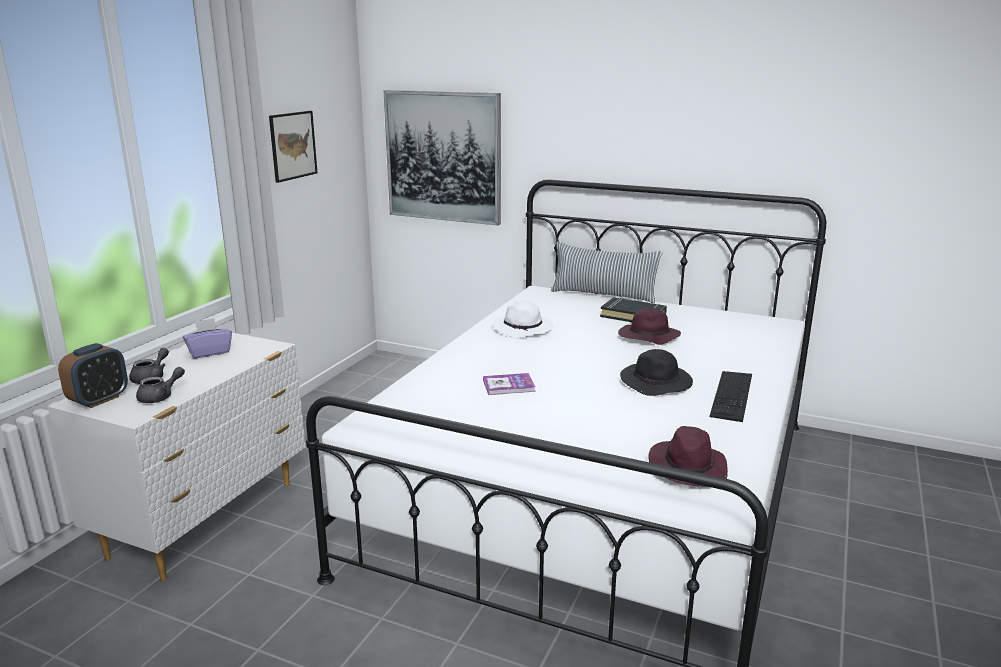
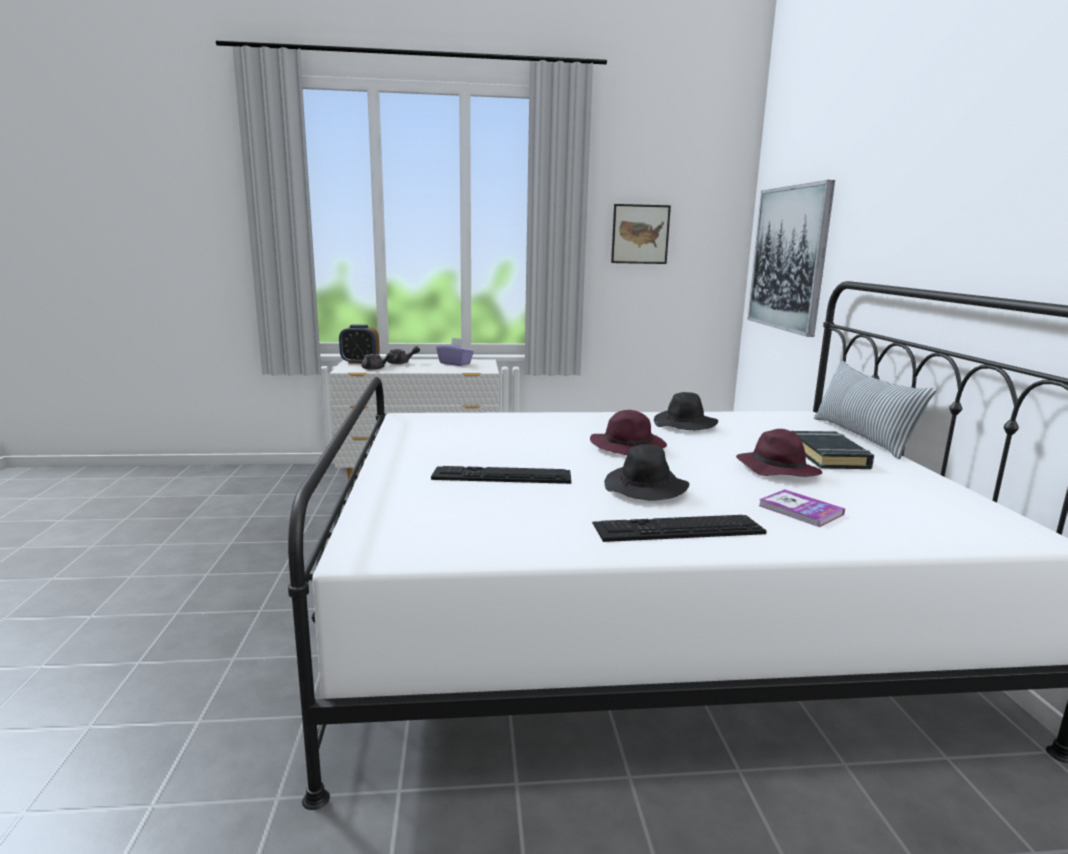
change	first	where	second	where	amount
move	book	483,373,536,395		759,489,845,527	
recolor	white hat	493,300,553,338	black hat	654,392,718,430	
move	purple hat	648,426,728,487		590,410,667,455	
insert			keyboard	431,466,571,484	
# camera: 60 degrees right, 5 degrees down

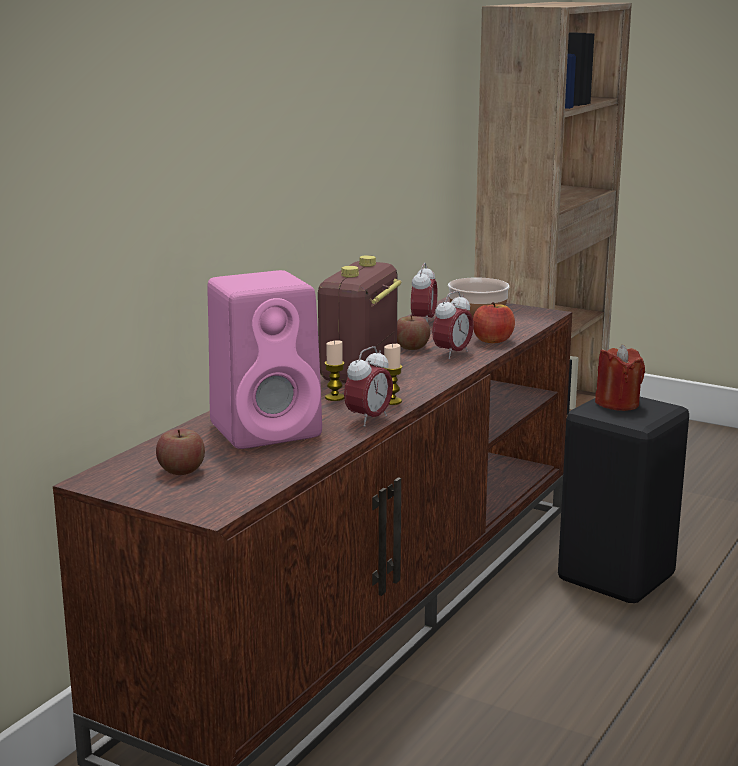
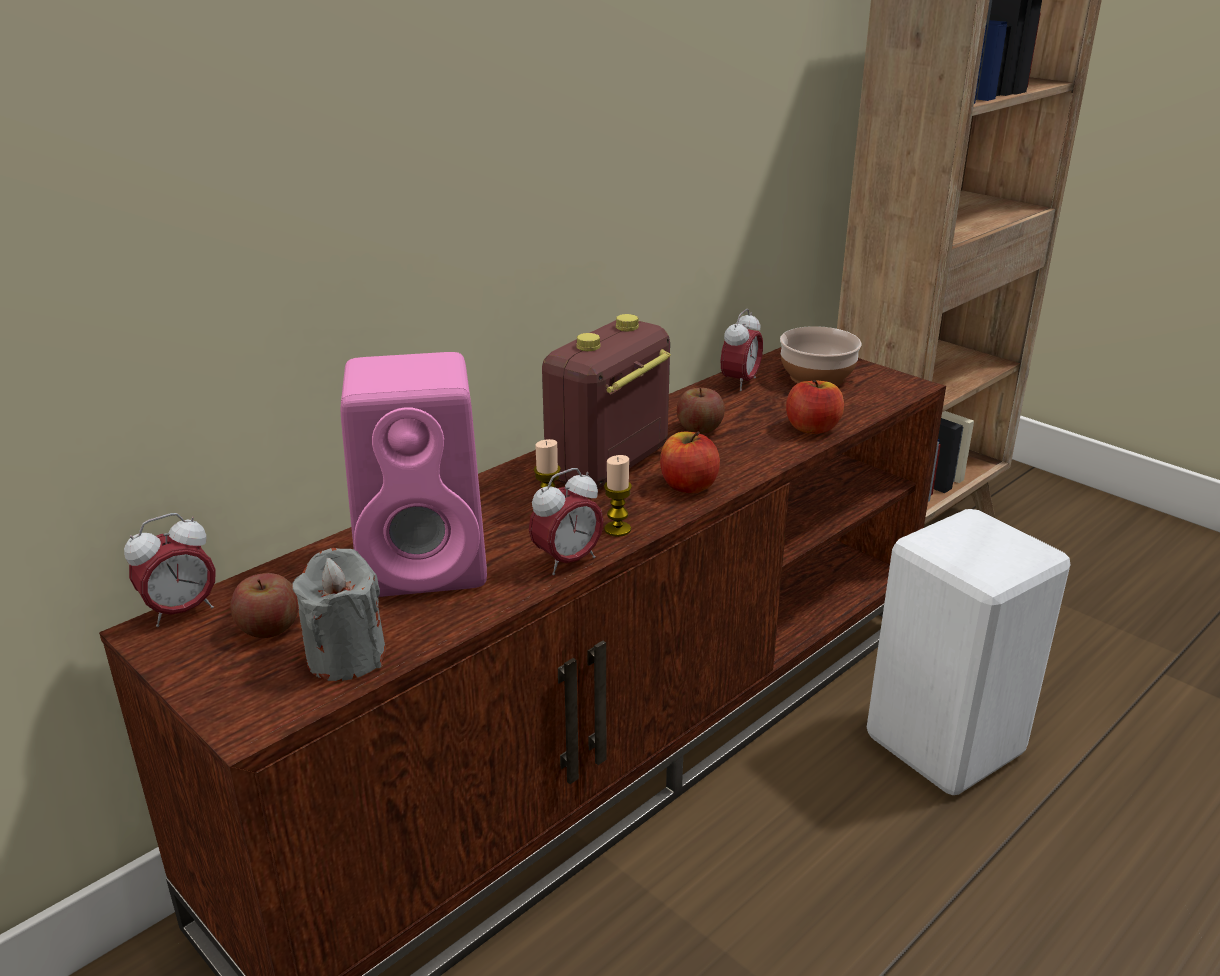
change	first	where	second	where	amount
move	alarm clock	432,291,474,359		124,513,216,627	
recolor	black stool	558,397,689,603	white stool	867,509,1071,795	
delete	red candle	595,345,645,411			
insert			grey candle	292,548,386,681	
insert			apple	660,432,720,493	
# camera: 15 degrees right, 10 degrees up

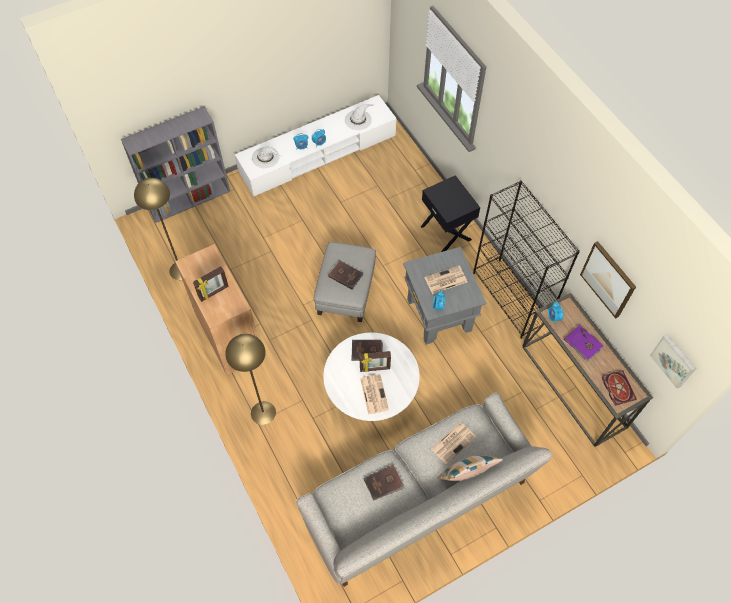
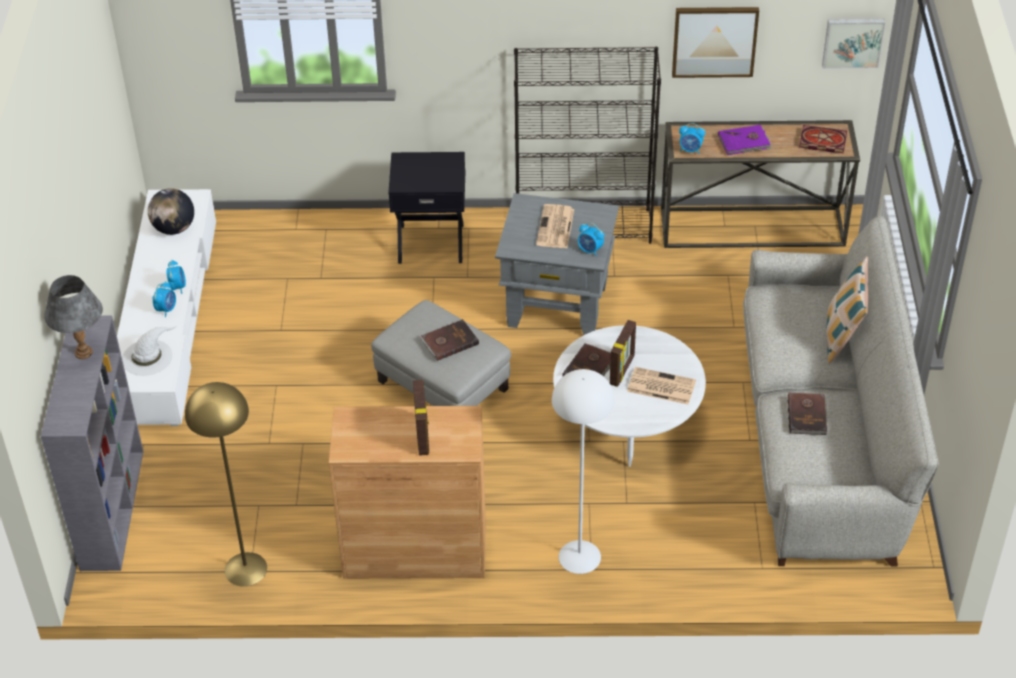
change	first	where	second	where	amount
recolor	yellow floor lamp	226,334,276,425	white floor lamp	552,369,615,574	
replace	white hat	345,104,374,130	globe	148,188,194,235	
delete	newspaper	431,422,476,464			
insert			grey table lamp	44,275,103,359	
# camera: 60 degrees left, 15 degrees down

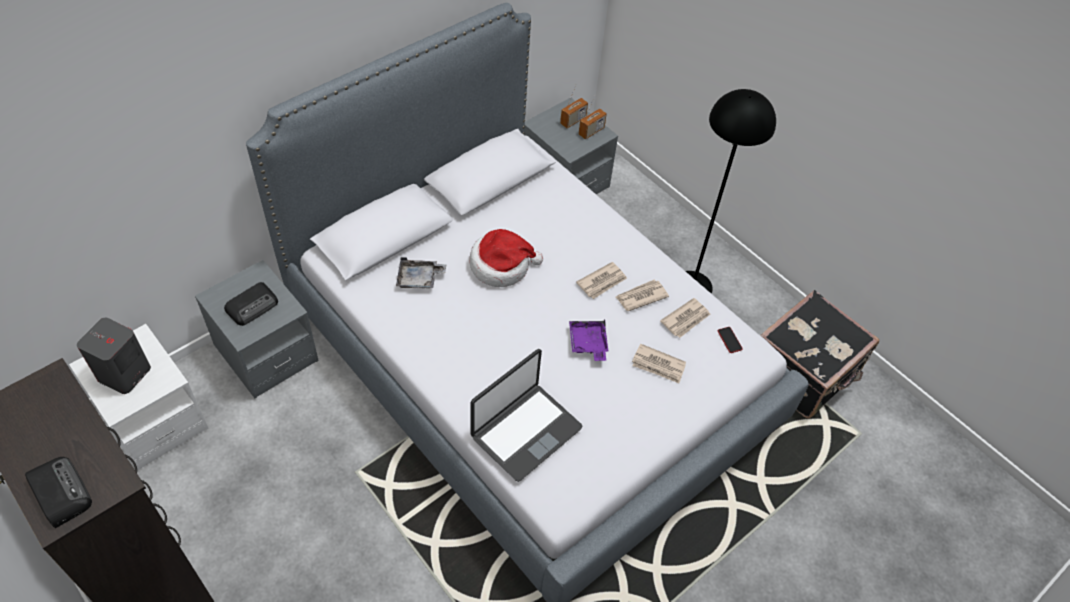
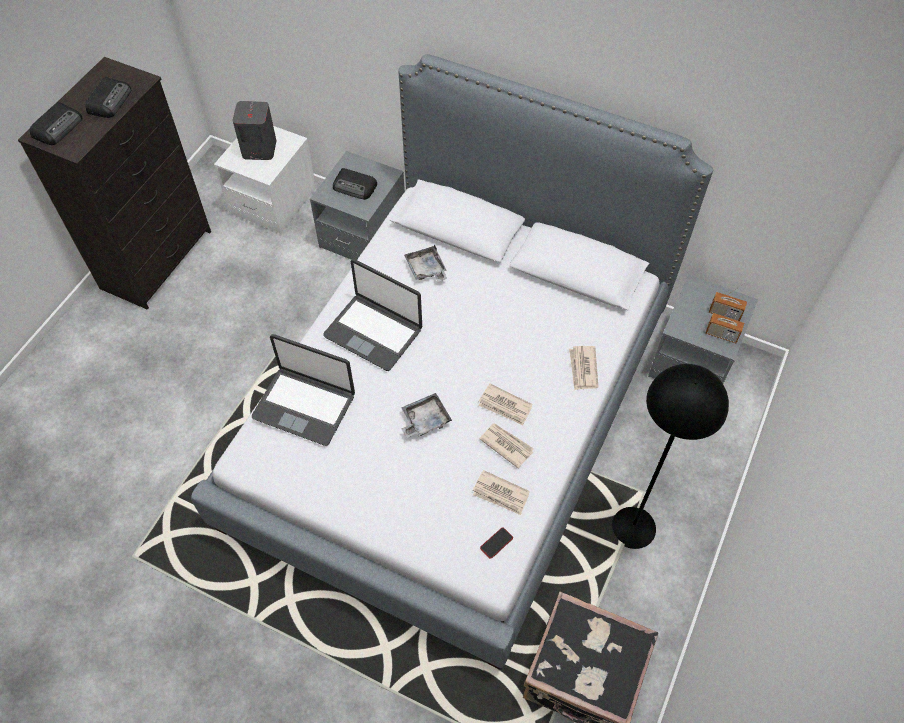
change	first	where	second	where	amount
delete	hat	470,229,543,287			
recolor	purple tray	569,319,609,361	grey tray	401,393,452,438	
move	newspaper	632,344,686,383		569,346,599,390	
insert			radio	85,77,131,118	
insert			laptop	323,259,422,371	
# camera: 70 degrees right, 5 degrees up

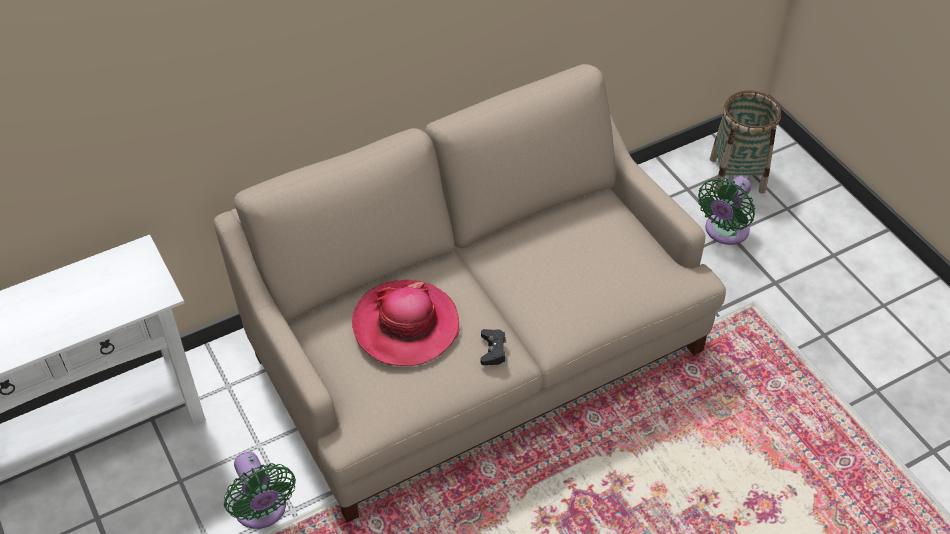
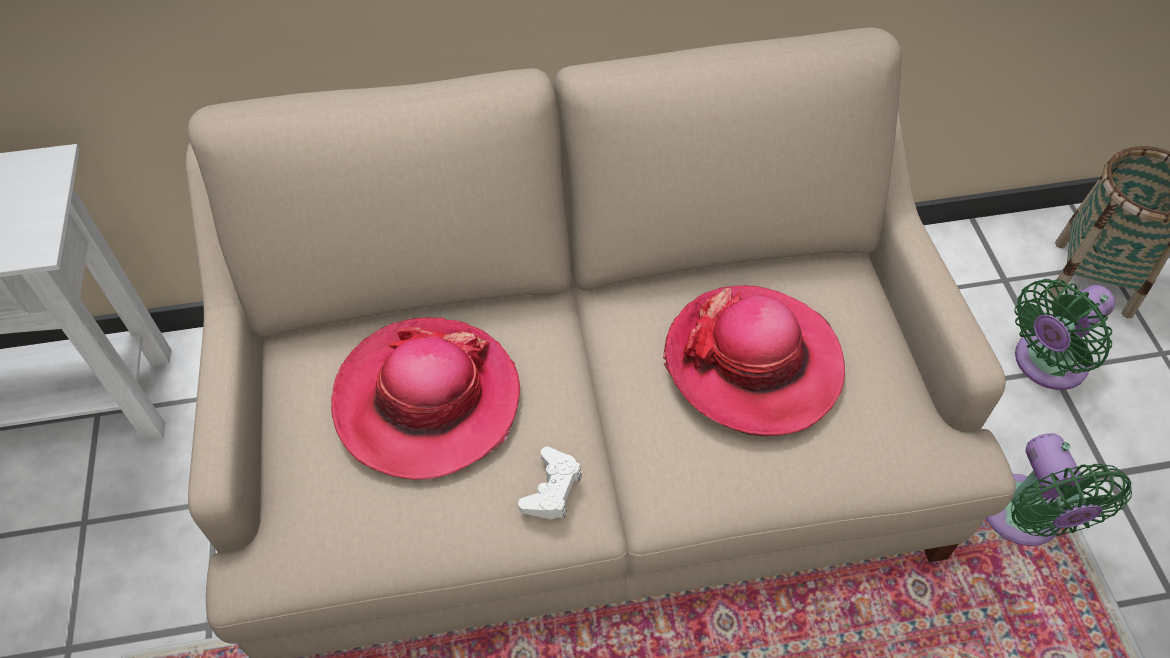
change	first	where	second	where	amount
move	green fan	224,452,296,529		985,433,1132,546	
recolor	black game controller	481,329,506,365	white game controller	518,447,582,519	
insert			hat	663,285,845,436	
# camera: 20 degrees right, 5 degrees up

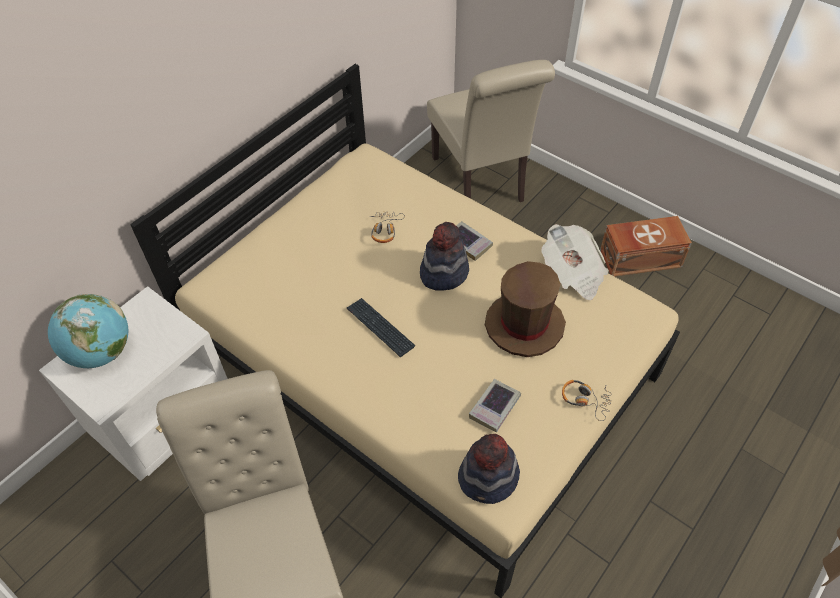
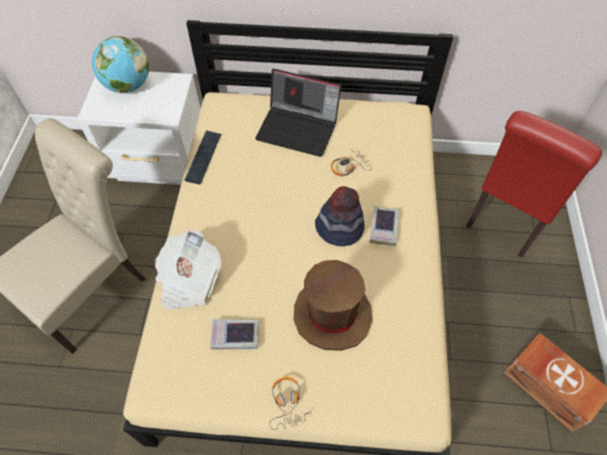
change	first	where	second	where	amount
move	keyboard	347,298,415,357		185,130,221,185	
recolor	beige chair	427,60,555,202	red chair	466,111,602,257	
delete	hat	458,434,520,504			
move	newspaper	541,224,609,300		155,230,222,309	
insert			laptop	255,69,341,157	
# camera: 55 degrees right, 5 degrees up

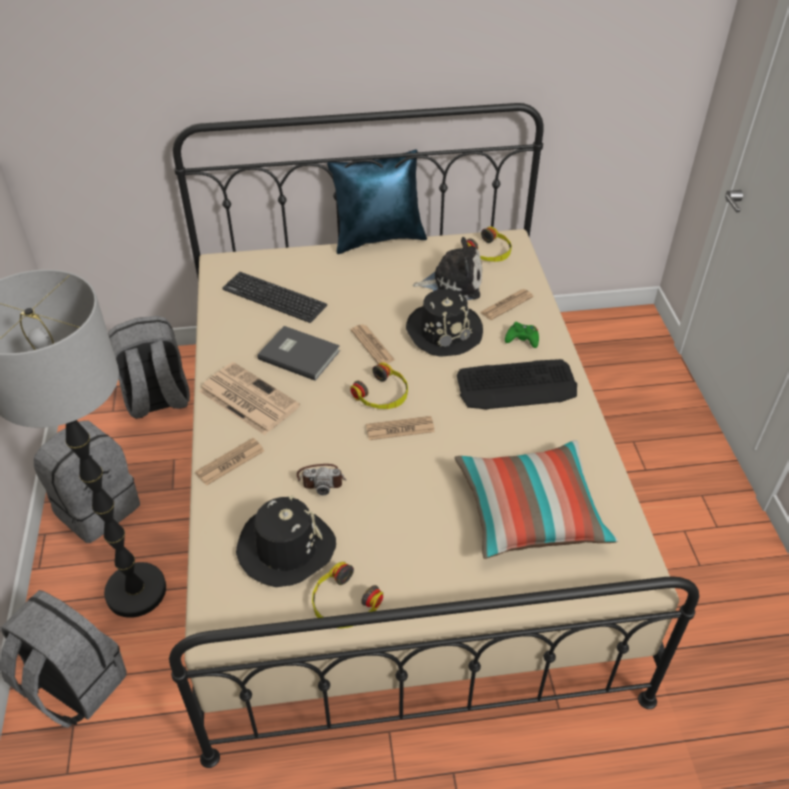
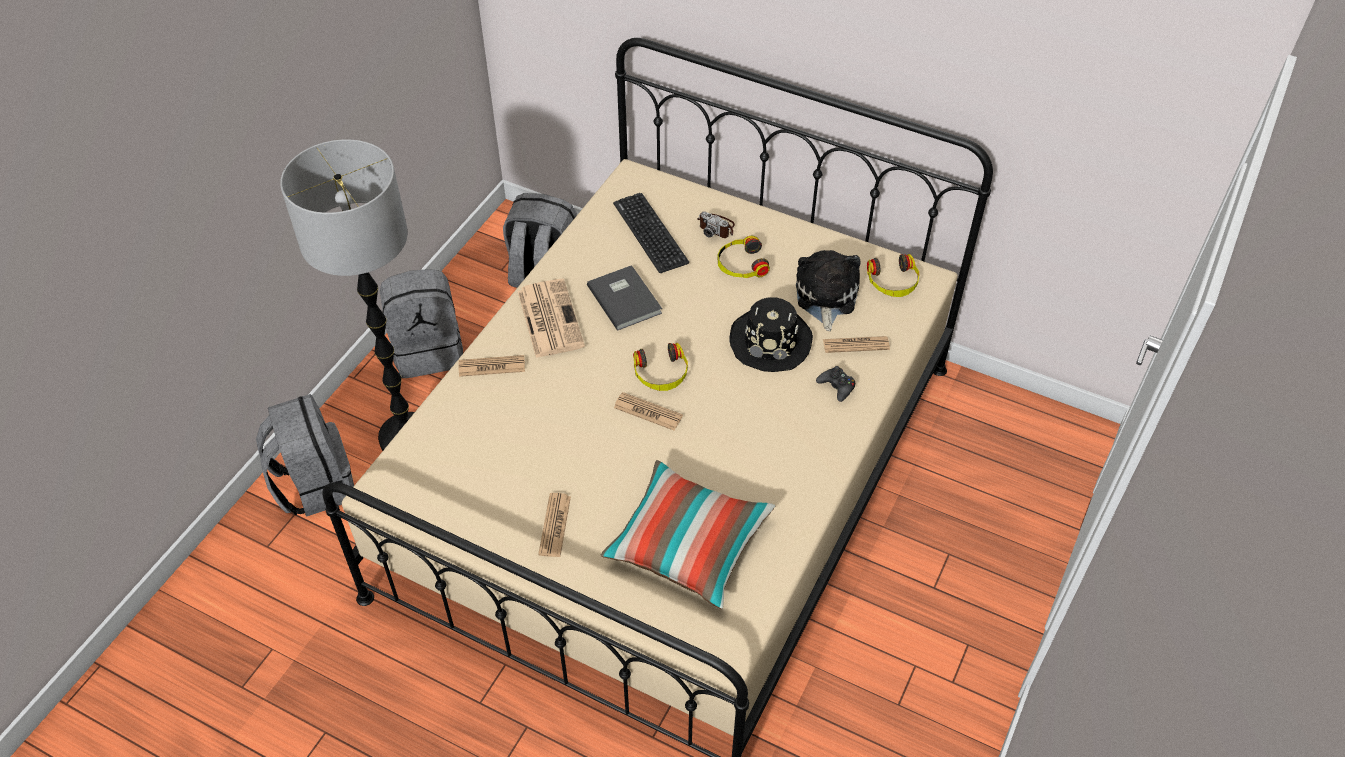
change	first	where	second	where	amount
delete	black hat	236,495,336,587			
move	photo camera	297,464,346,495		697,211,735,238	
move	headphones	312,562,383,629		718,236,770,278	
delete	blue pillow	327,149,427,254			
move	newspaper	351,324,395,364		538,493,571,557	
rotate	plush toy	413,237,482,300		796,250,861,331	120 degrees counterclockwise
delete	keyboard	457,359,577,410			
recolor	green game controller	505,322,539,348	black game controller	816,366,855,402	
# camera: 35 degrees right, 5 degrees up

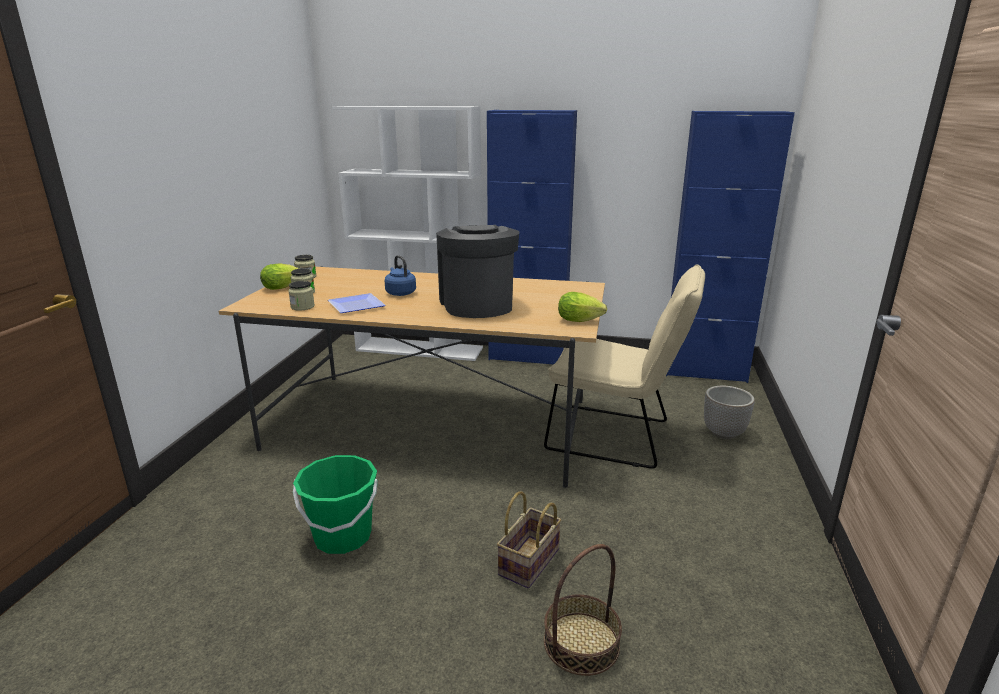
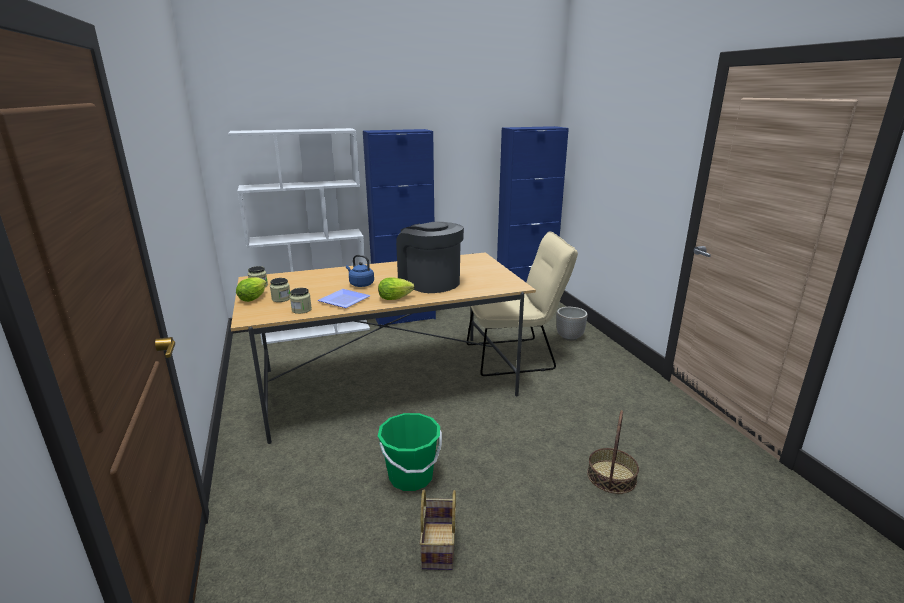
change	first	where	second	where	amount
move	basket	497,491,561,588		419,490,456,570	
move	lettuce	558,292,607,322		378,278,415,300	
# camera: 30 degrees left, 0 degrees up

